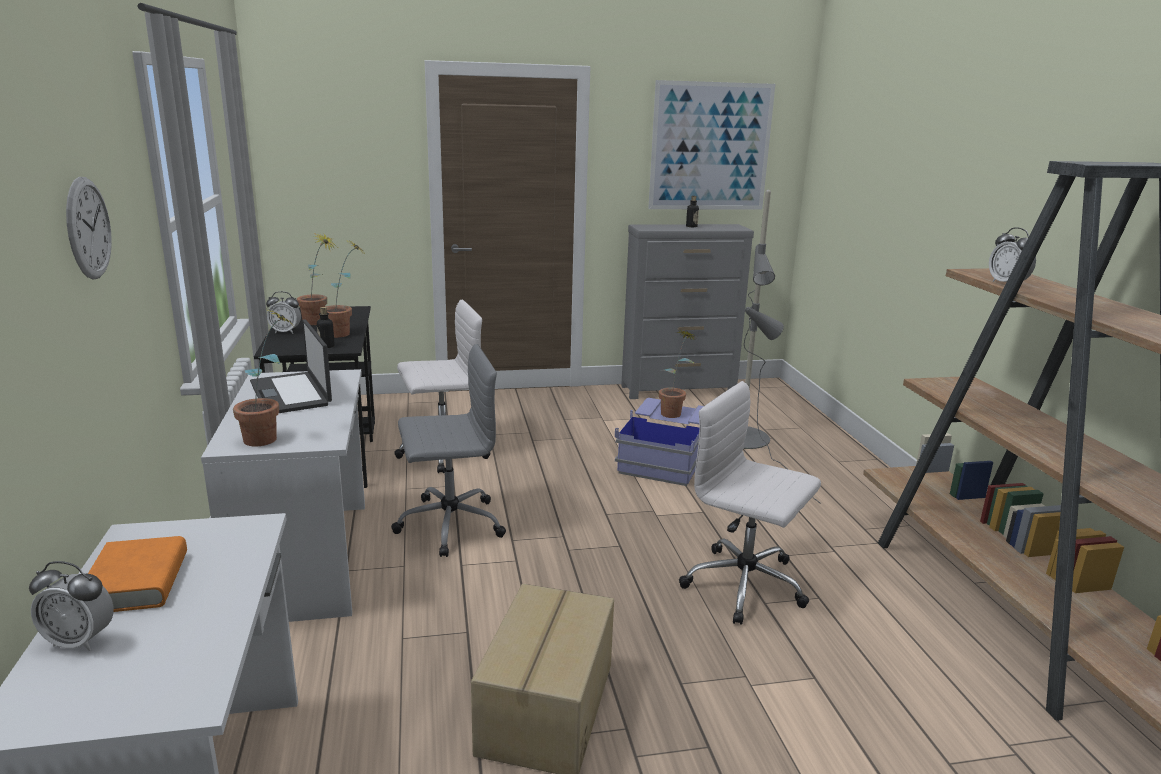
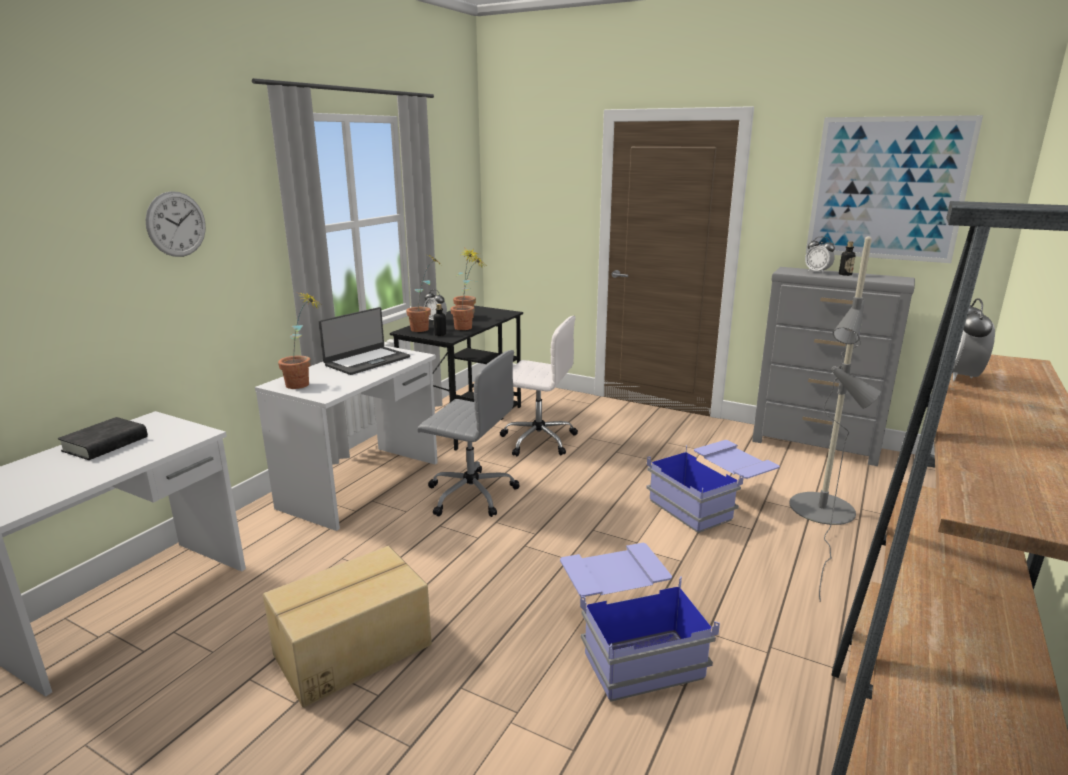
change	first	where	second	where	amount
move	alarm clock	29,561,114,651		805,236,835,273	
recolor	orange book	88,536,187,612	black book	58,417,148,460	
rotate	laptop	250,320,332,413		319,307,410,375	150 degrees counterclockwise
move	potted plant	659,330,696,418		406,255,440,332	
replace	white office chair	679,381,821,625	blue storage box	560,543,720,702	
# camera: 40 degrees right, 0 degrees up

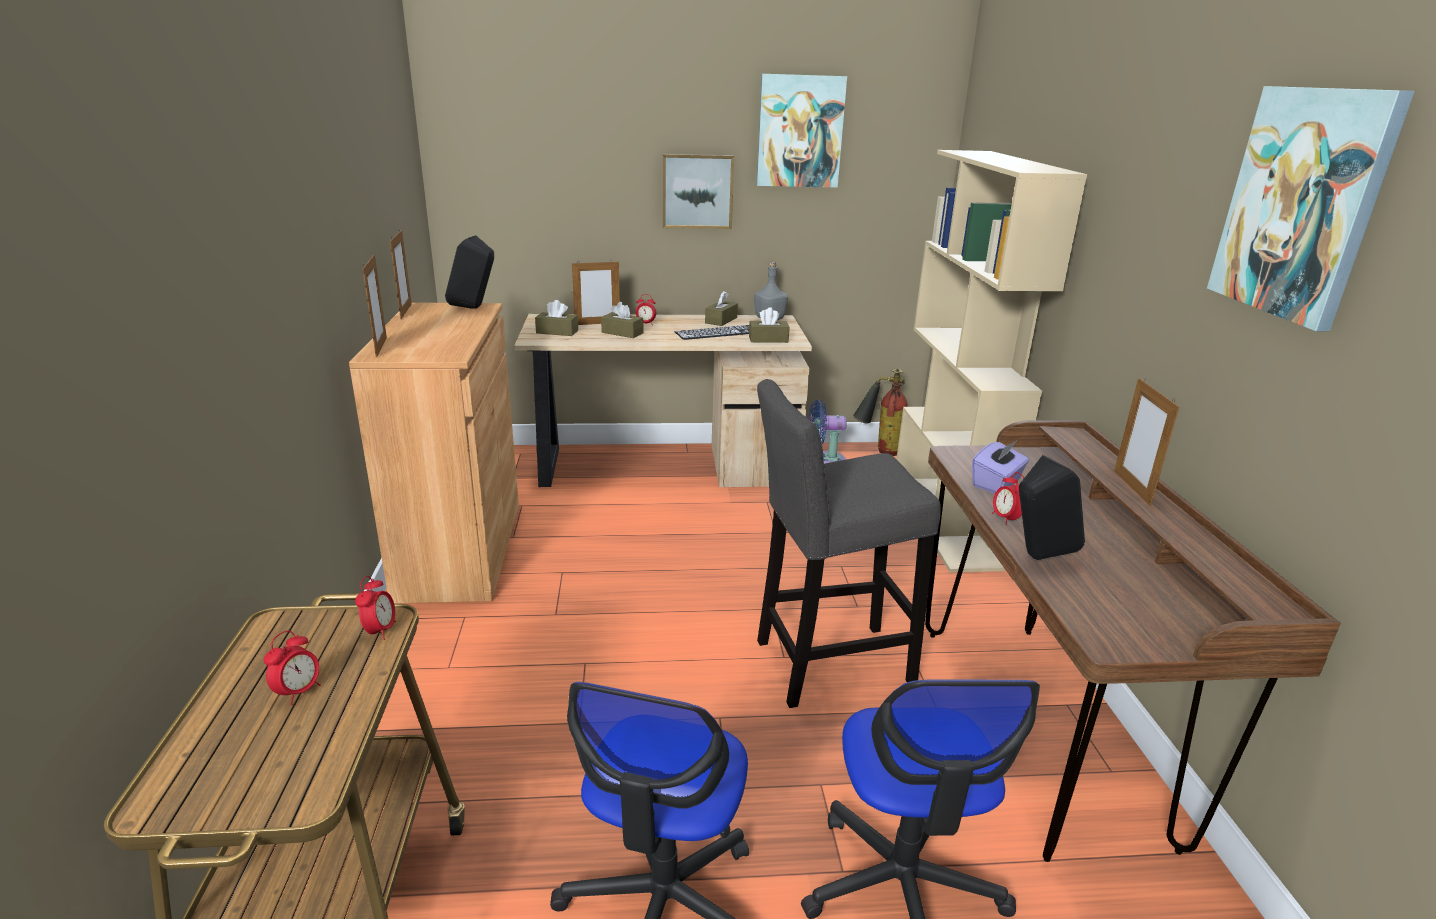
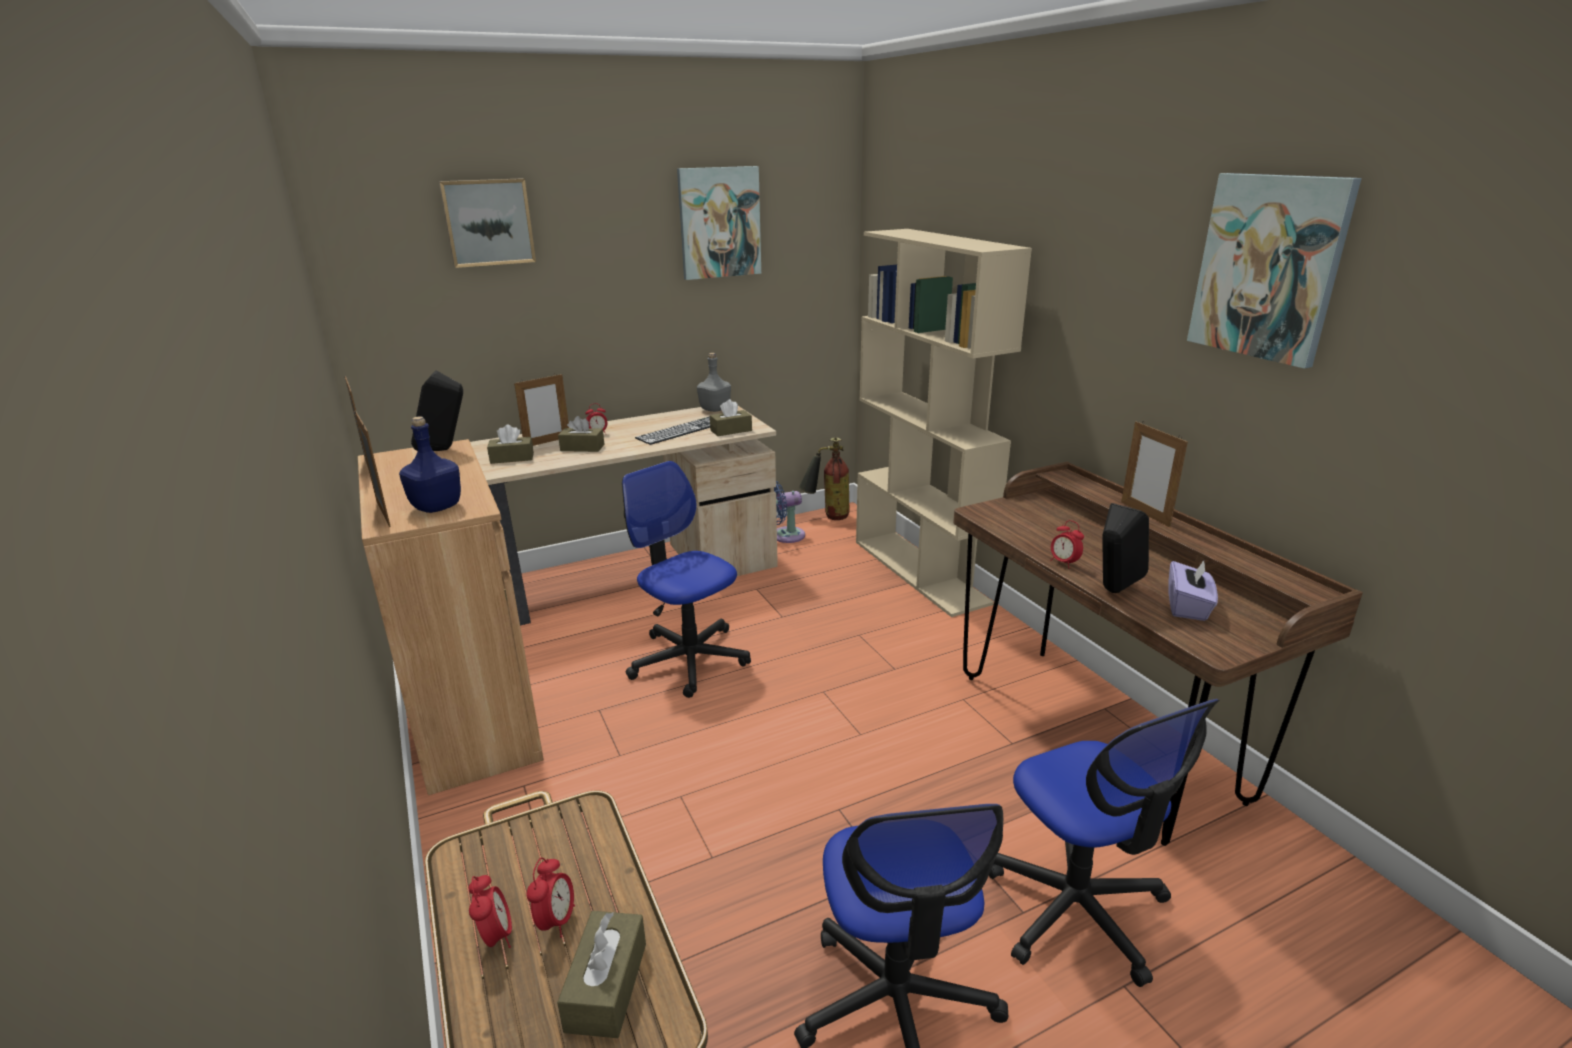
change	first	where	second	where	amount
move	alarm clock	355,576,396,640		468,875,512,948	
move	picture	663,154,734,229		439,178,536,268	
move	brown tissue box	705,291,738,326		557,911,646,1038	
delete	grey stool	757,379,941,708			
move	purple tissue box	972,441,1029,493		1168,559,1218,621	
insert			blue bottle	399,416,461,513	
insert			office chair	622,461,751,698	
# camera: 20 degrees left, 0 degrees up

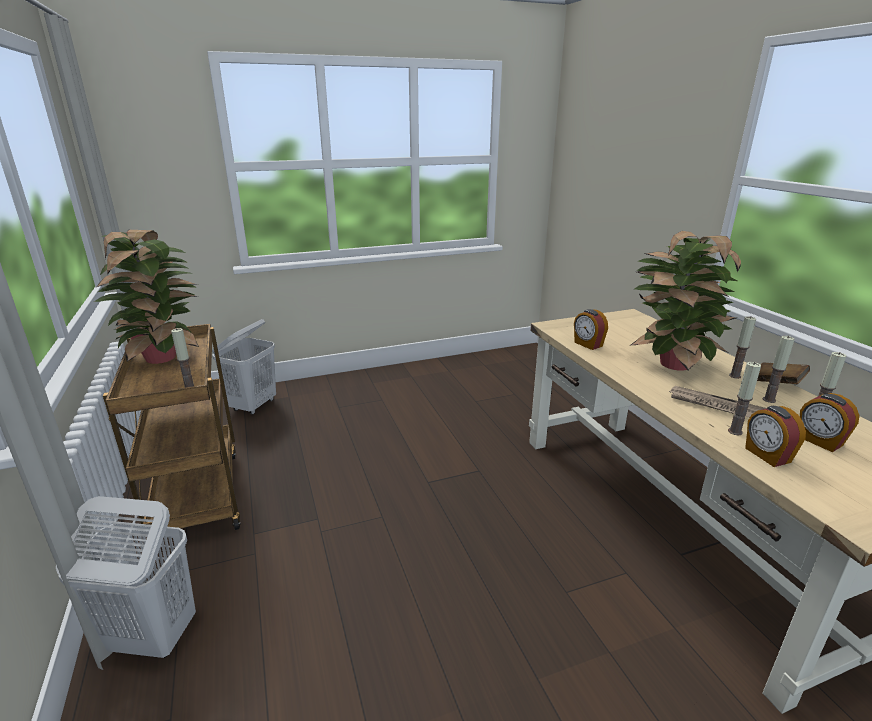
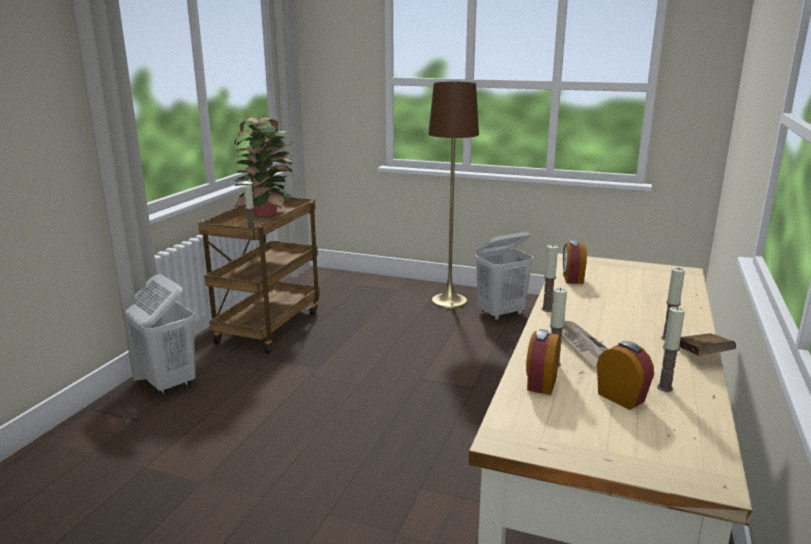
change	first	where	second	where	amount
move	white laundry basket	212,319,276,415		475,232,533,320	
delete	potted plant	631,231,741,371			
move	candle	763,336,795,403		542,244,558,312	
rotate	alarm clock	800,393,859,452		597,341,654,410	135 degrees clockwise
insert			brown floor lamp	428,81,479,309	
# camera: 40 degrees right, 5 degrees down

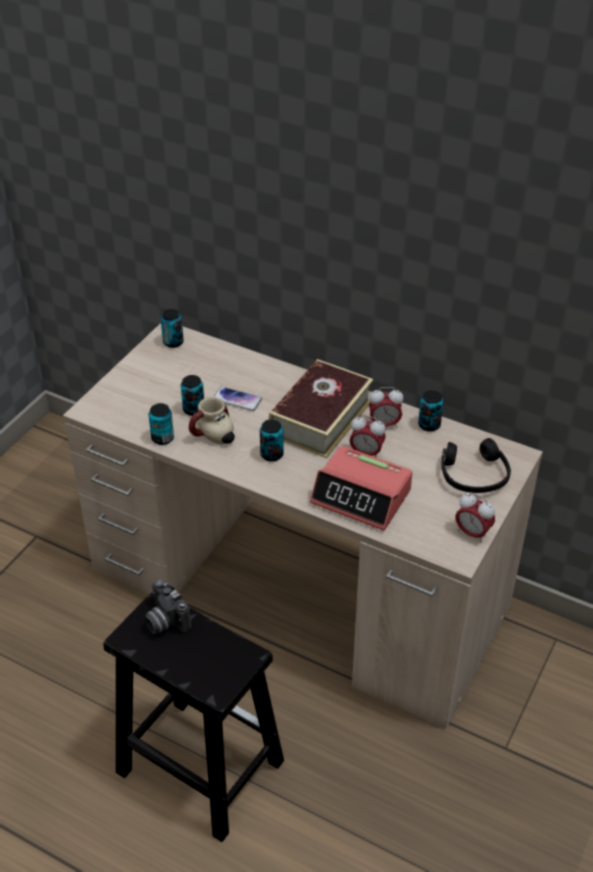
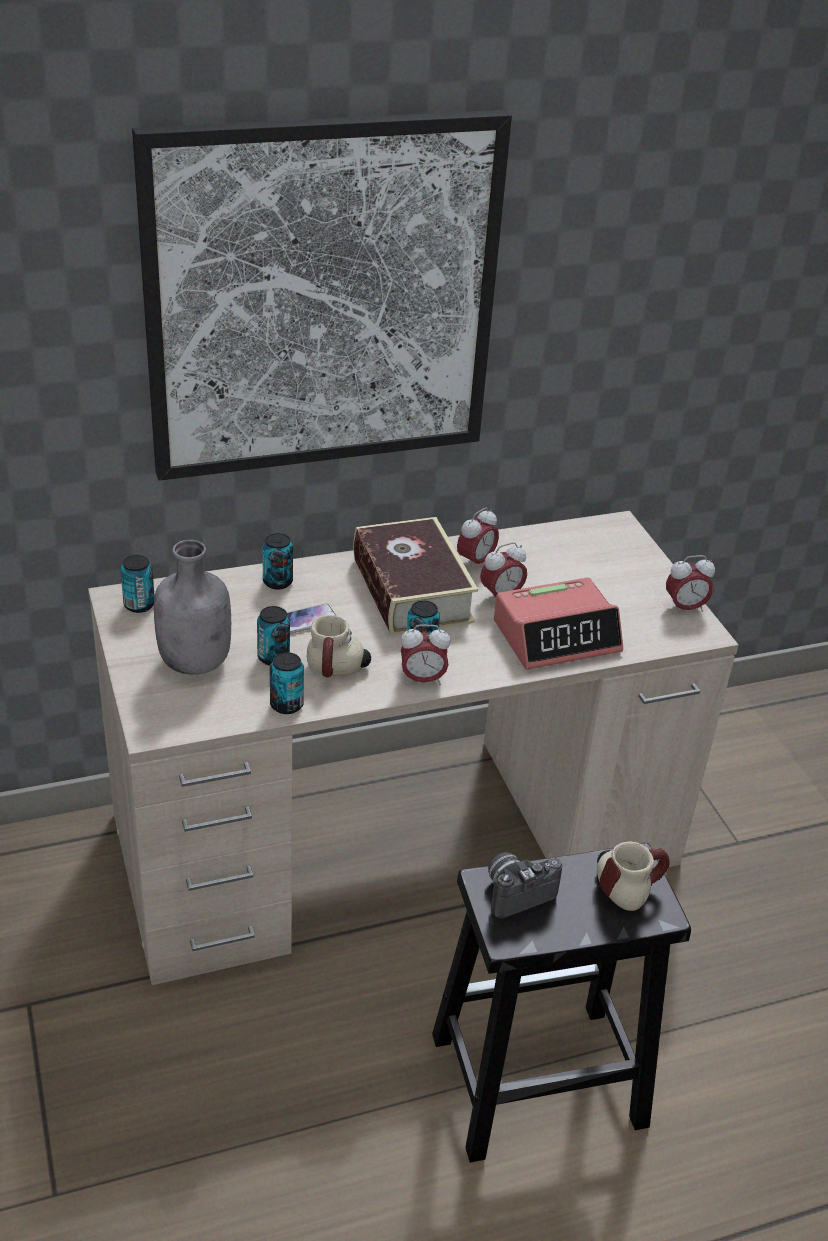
change	first	where	second	where	amount
rotate	photo camera	144,579,191,634		488,852,562,918	150 degrees clockwise
move	can	418,390,444,432		262,533,293,590	
delete	black headphones	441,438,511,493			
insert			picture	132,110,512,481	
insert			grey bottle	154,540,231,675	
insert			alarm clock	401,625,451,685	
insert			mug	597,841,670,911	
# camera: 50 degrees left, 5 degrees down

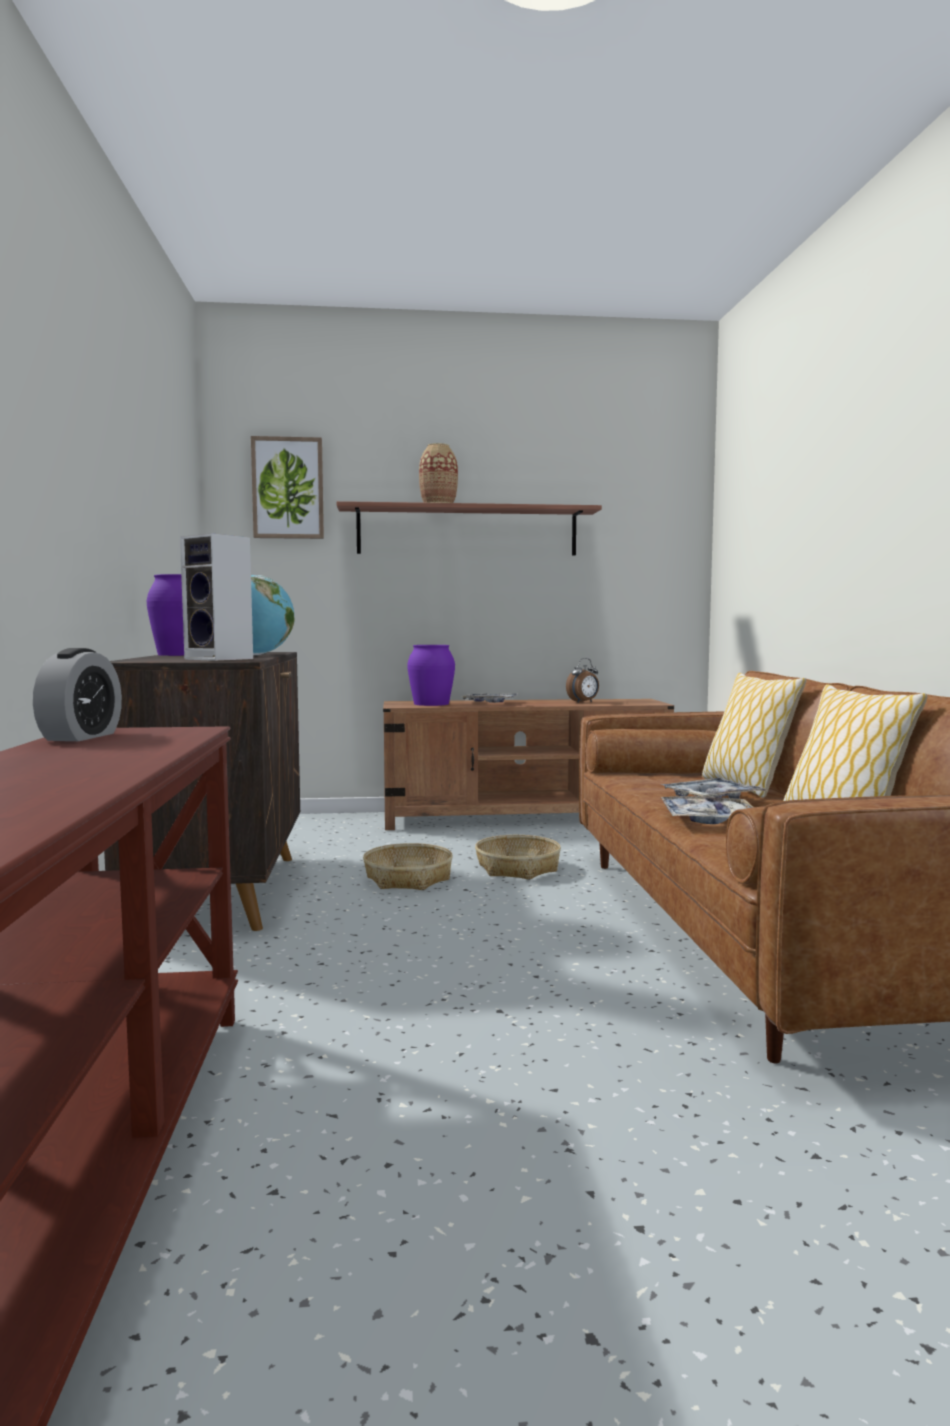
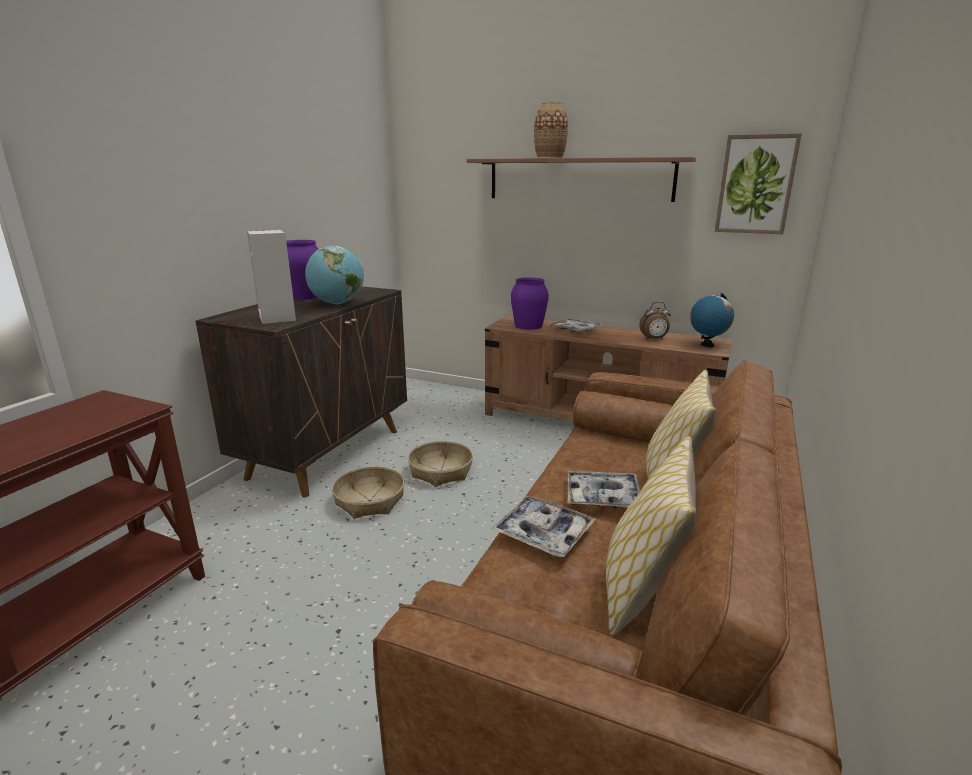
change	first	where	second	where	amount
delete	alarm clock	33,648,122,741			
move	picture	251,436,324,539		715,134,802,234	
move	basket	475,835,561,880		332,466,405,519	
insert			globe	690,293,734,347	
# camera: 30 degrees right, 15 degrees up

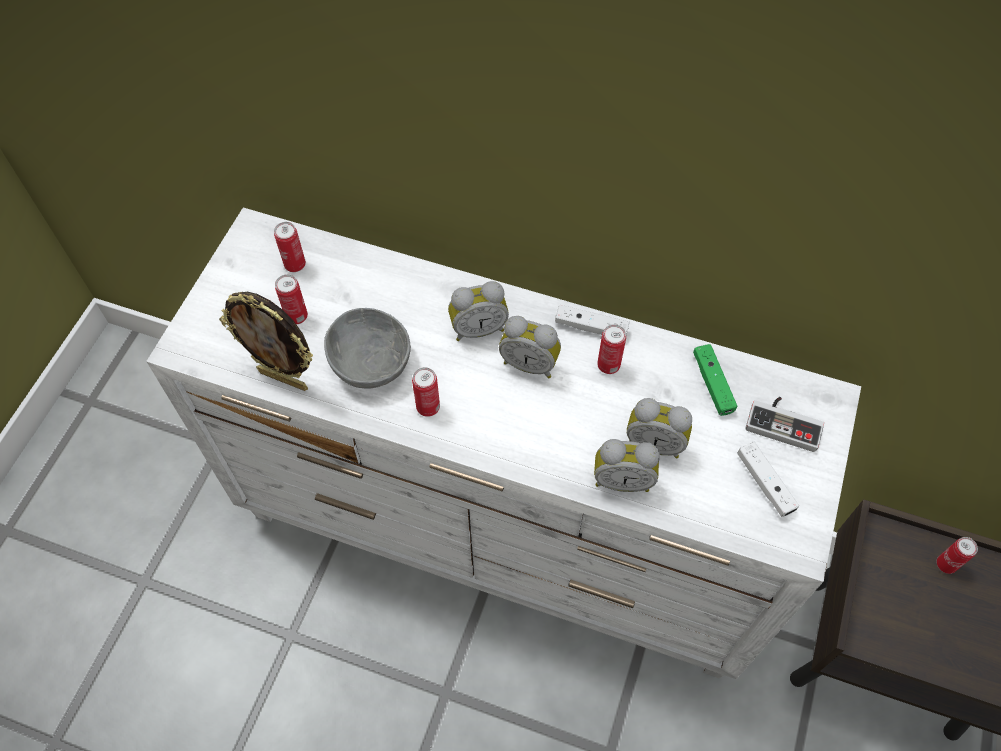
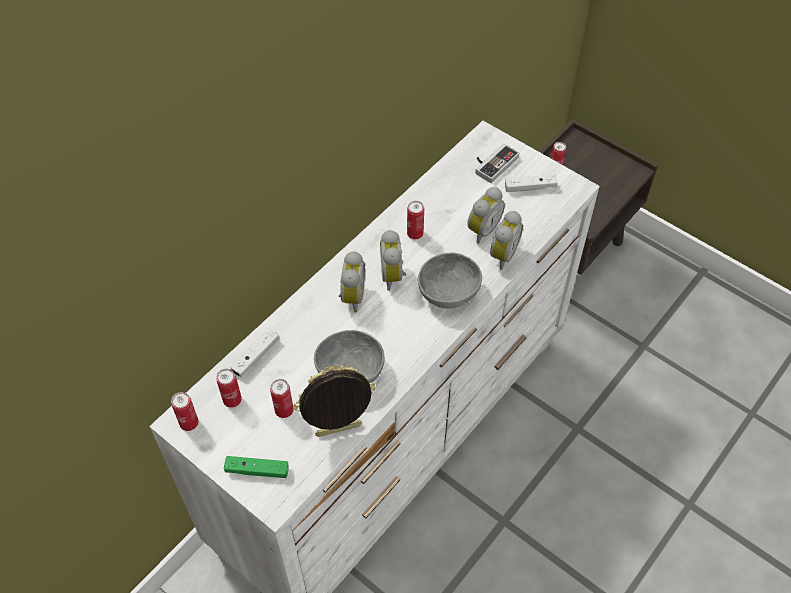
change	first	where	second	where	amount
rotate	picture frame	219,292,313,391		293,365,376,437	150 degrees counterclockwise
move	can	412,367,440,417		171,392,199,431	
rotate	alarm clock	499,316,561,378		380,230,406,291	135 degrees clockwise
move	white game controller	555,305,630,335		231,328,279,377	
move	green game controller	693,344,737,416		224,456,288,478	
insert			grey bowl	418,253,482,309	
# camera: 70 degrees left, 5 degrees down

